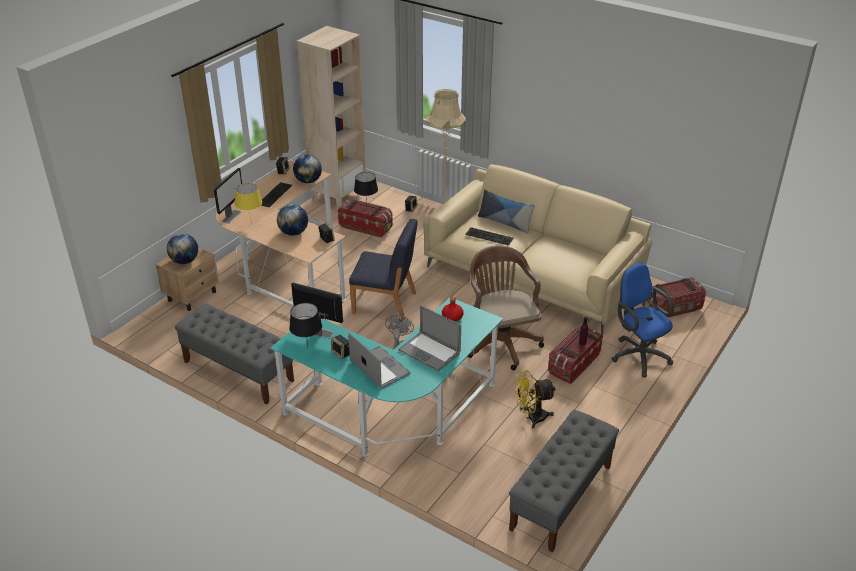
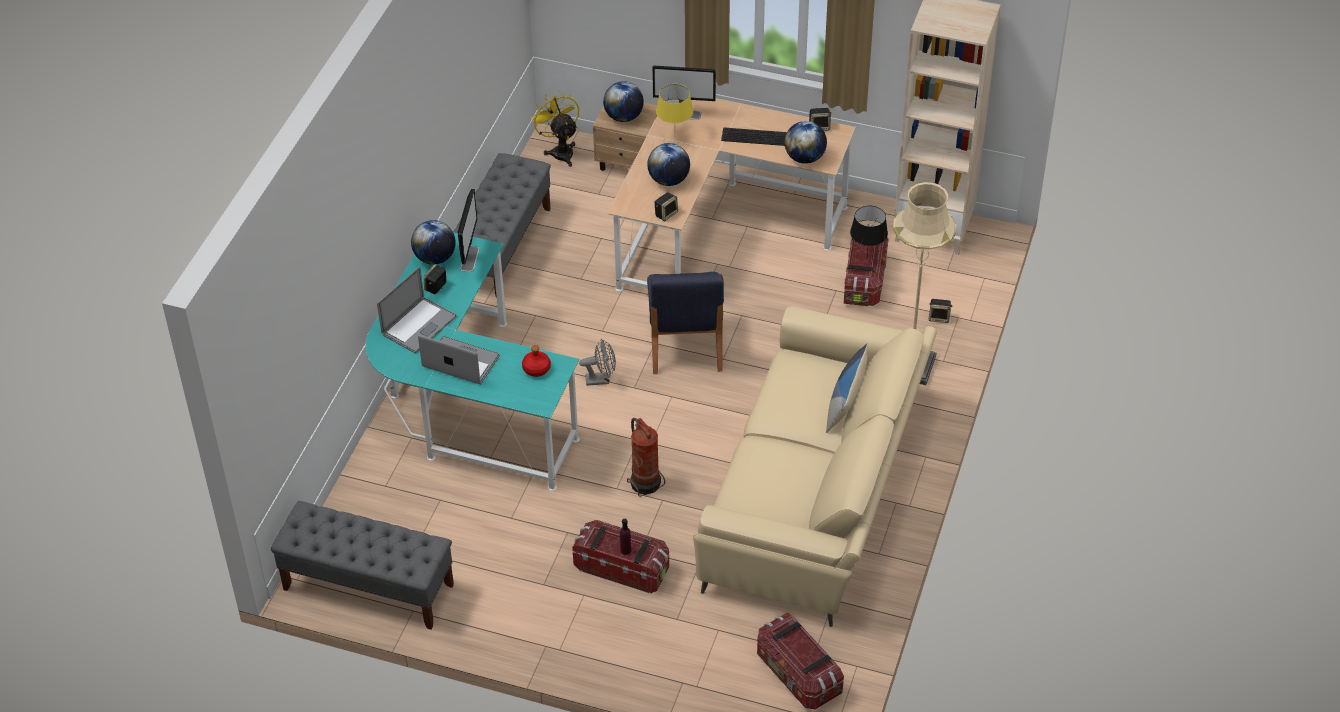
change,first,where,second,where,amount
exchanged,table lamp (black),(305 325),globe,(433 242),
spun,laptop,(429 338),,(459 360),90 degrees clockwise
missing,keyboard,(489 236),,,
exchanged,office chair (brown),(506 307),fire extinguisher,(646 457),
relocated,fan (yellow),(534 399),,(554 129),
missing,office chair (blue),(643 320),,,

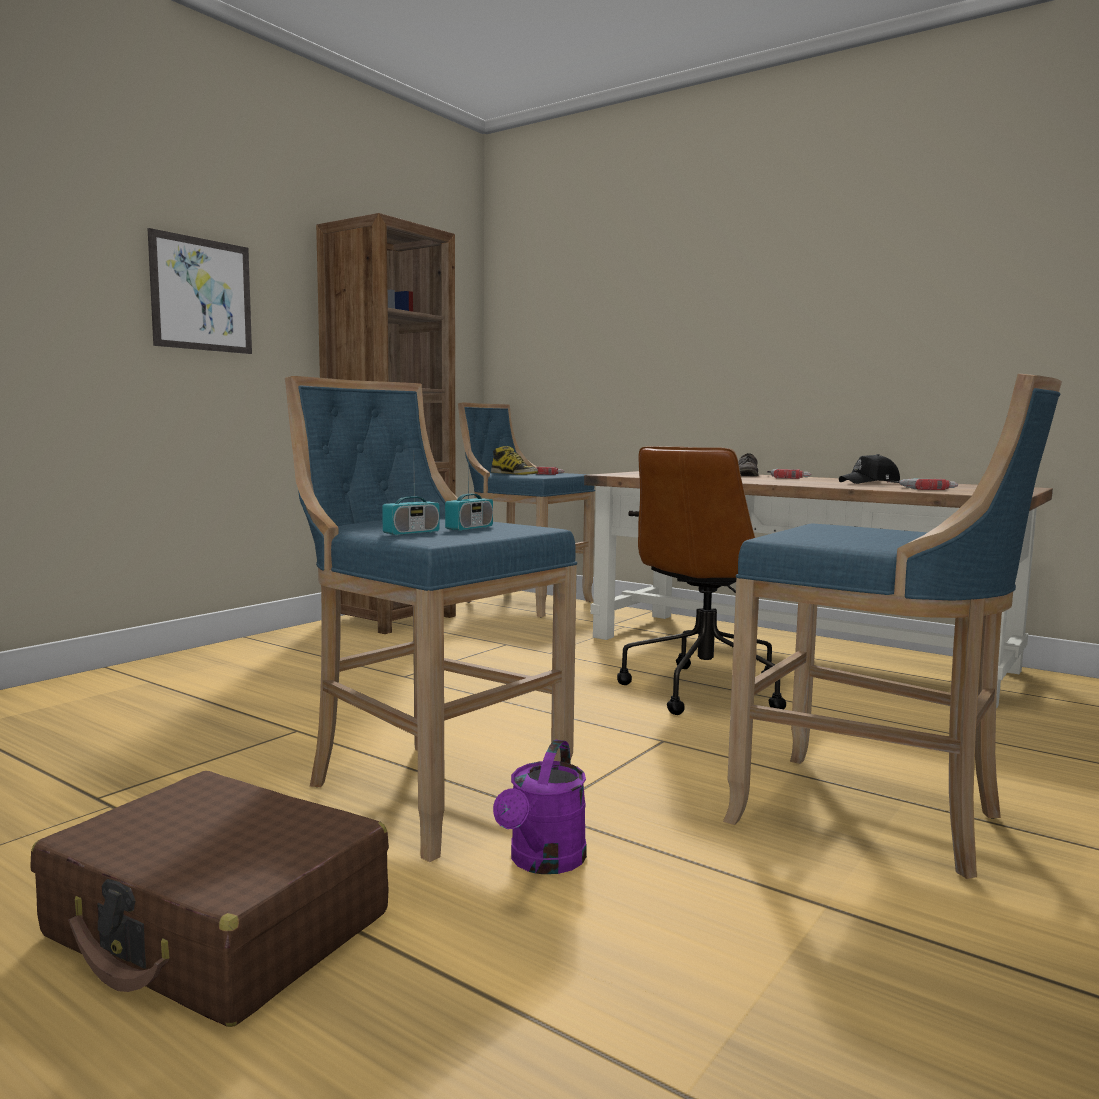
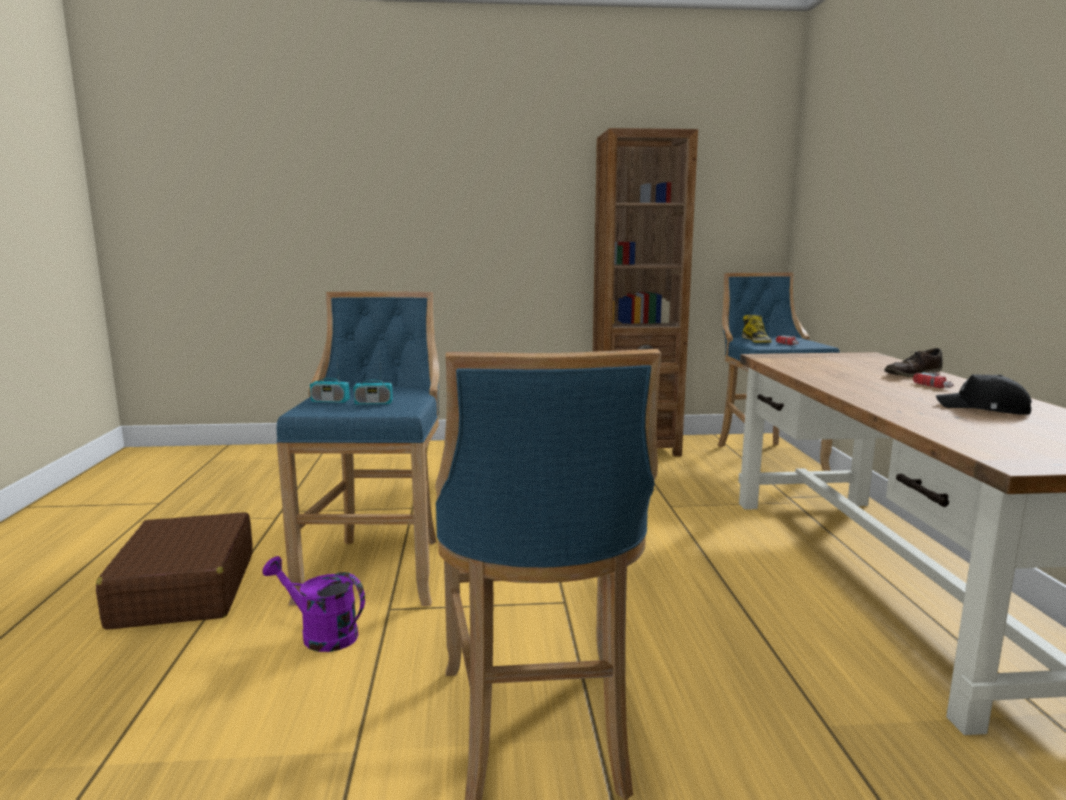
change,first,where,second,where,amount
missing,picture,(199 291),,,
spun,watering can (purple),(540 807),,(314 604),45 degrees clockwise
missing,office chair (brown),(701 580),,,
missing,power drill,(922 484),,,

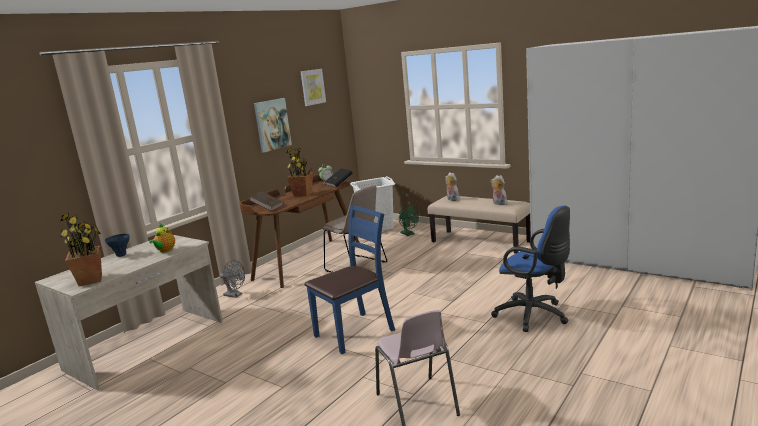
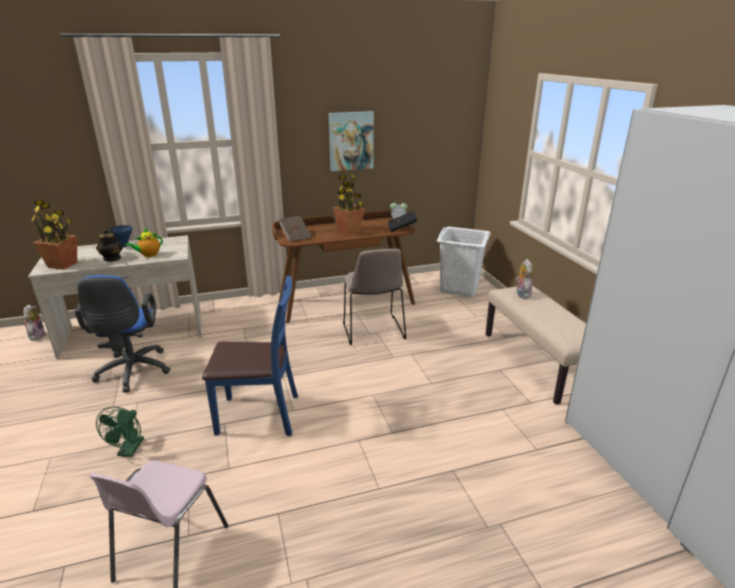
change,first,where,second,where,amount
missing,fan (grey),(232 279),,,
missing,picture,(313 87),,,
relocated,fan (green),(409 220),,(120 432),
relocated,plush toy,(499 190),,(34 322),
relocated,office chair (blue),(530 269),,(122 334),
appeared,,,teapot,(109 244),

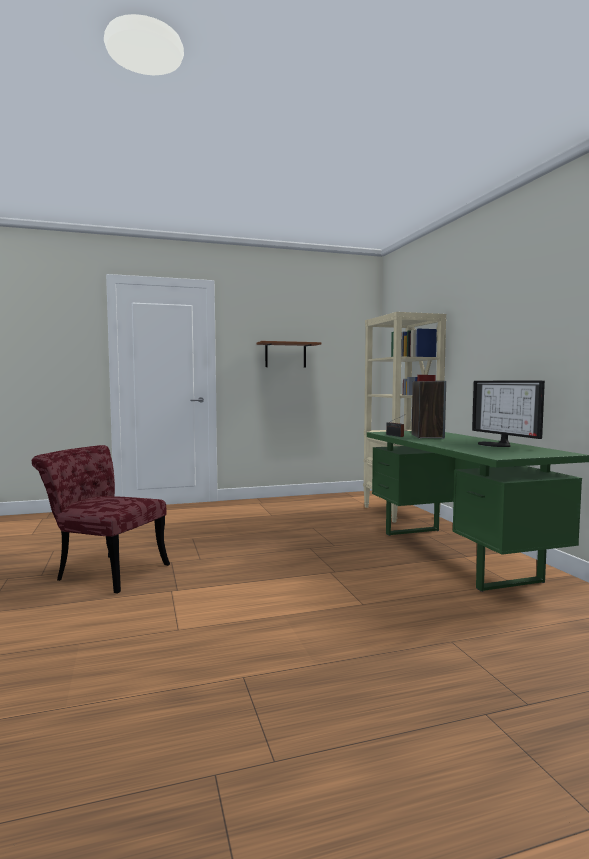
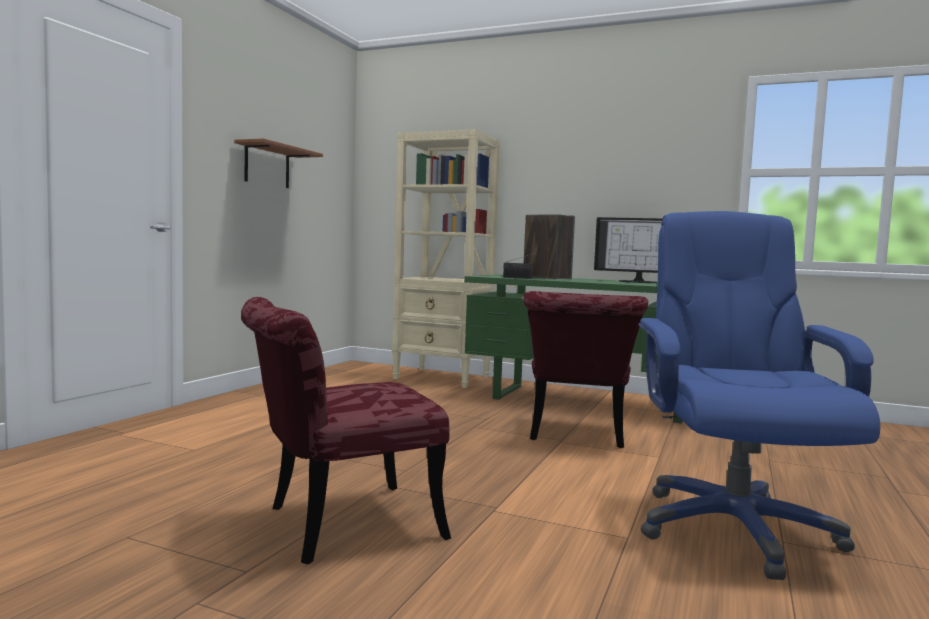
change,first,where,second,where,amount
appeared,,,chair (red),(585 369),
appeared,,,office chair (blue),(759 395),

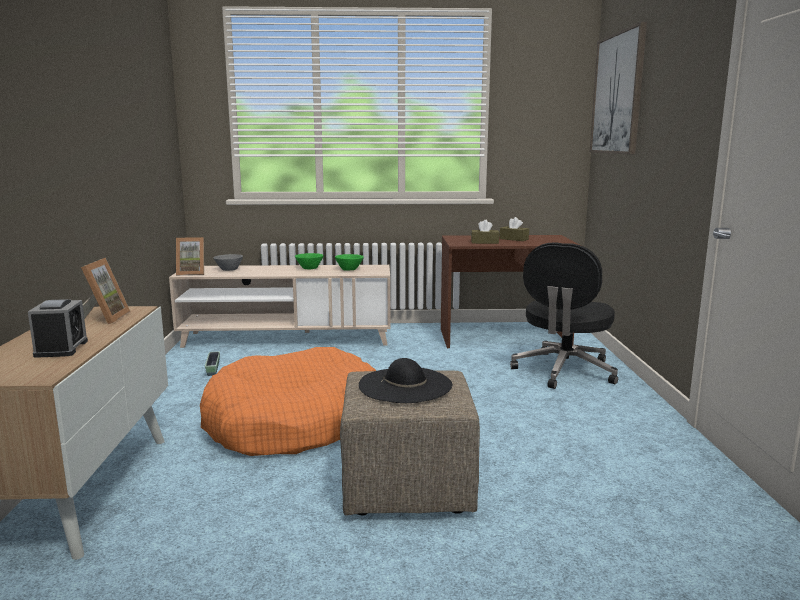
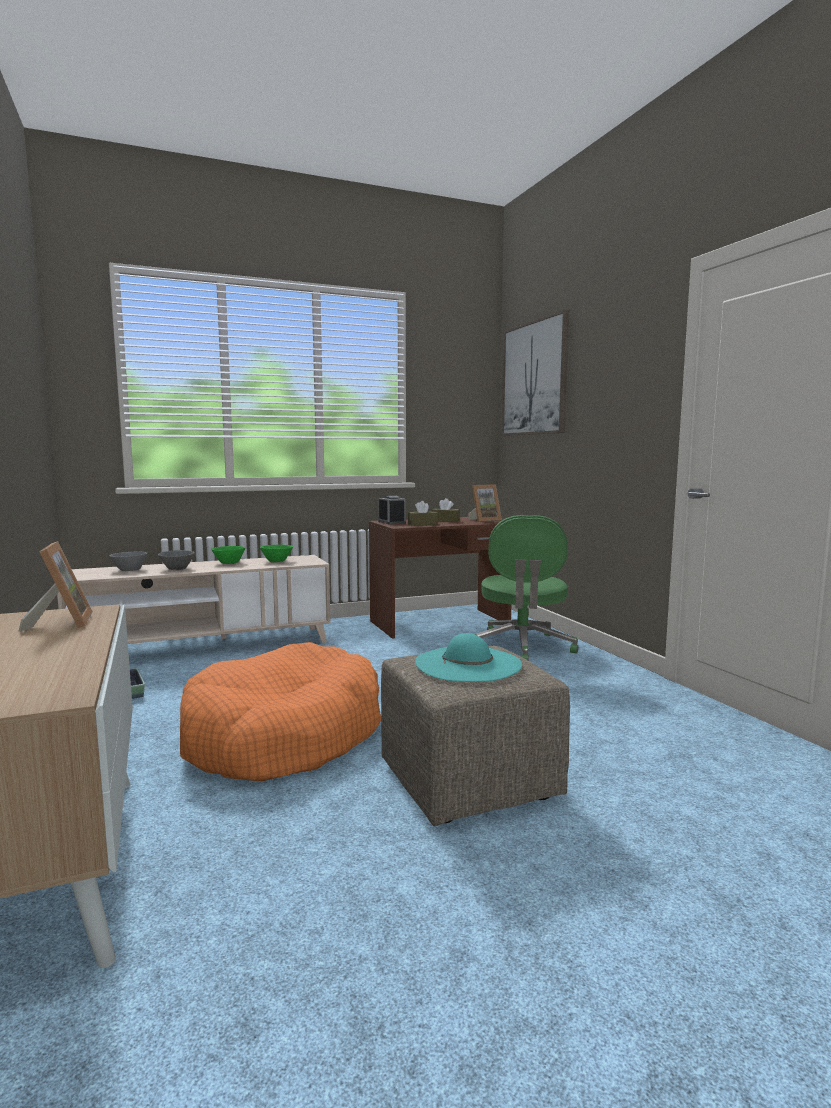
change,first,where,second,where,amount
relocated,alarm clock,(58 328),,(392 510),
relocated,picture frame,(190 256),,(485 503),
colour,hat (black),(405 380),hat (turquoise),(468 657),
colour,office chair (black),(564 315),office chair (green),(526 588),
appeared,,,bowl (grey),(176 560),

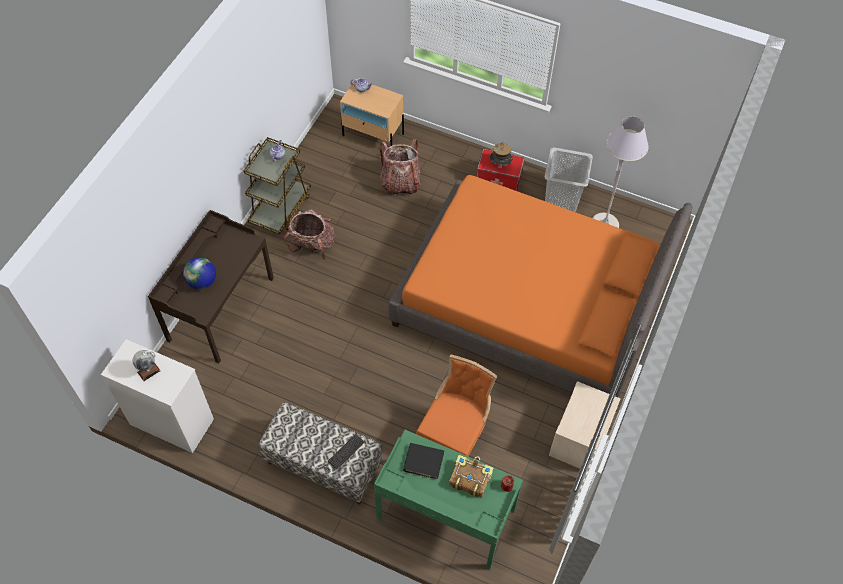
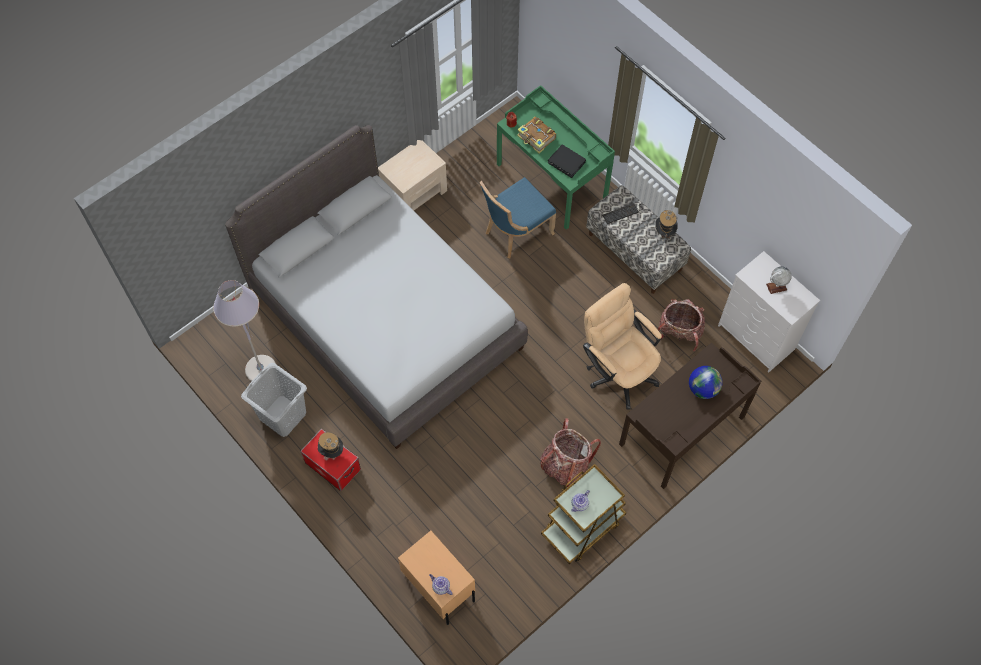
change,first,where,second,where,amount
relocated,backpack,(400 167),,(681 325),
colour,bed (orange),(540 286),bed (grey),(376 287),
colour,chair (orange),(456 405),chair (blue),(517 217),
appeared,,,office chair (beige),(622 346),
appeared,,,hat,(666 224),

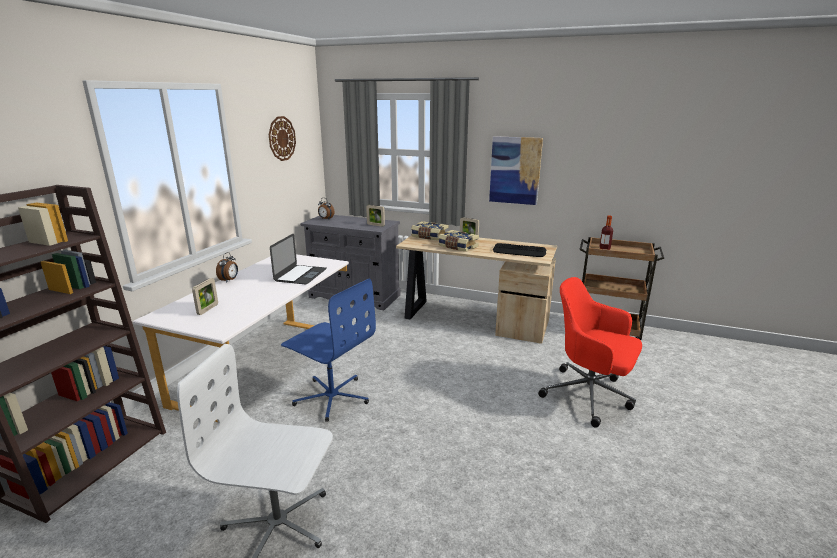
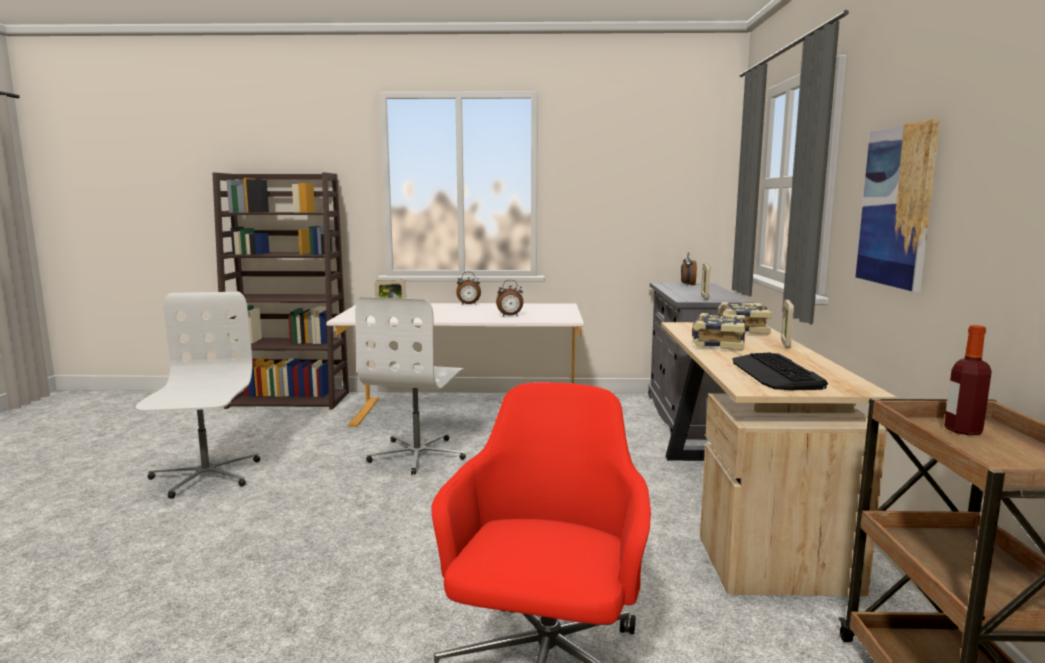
change,first,where,second,where,amount
missing,wall clock,(282 138),,,
exchanged,laptop,(298 259),alarm clock,(509 298),
colour,office chair (blue),(328 350),office chair (white),(410 386),

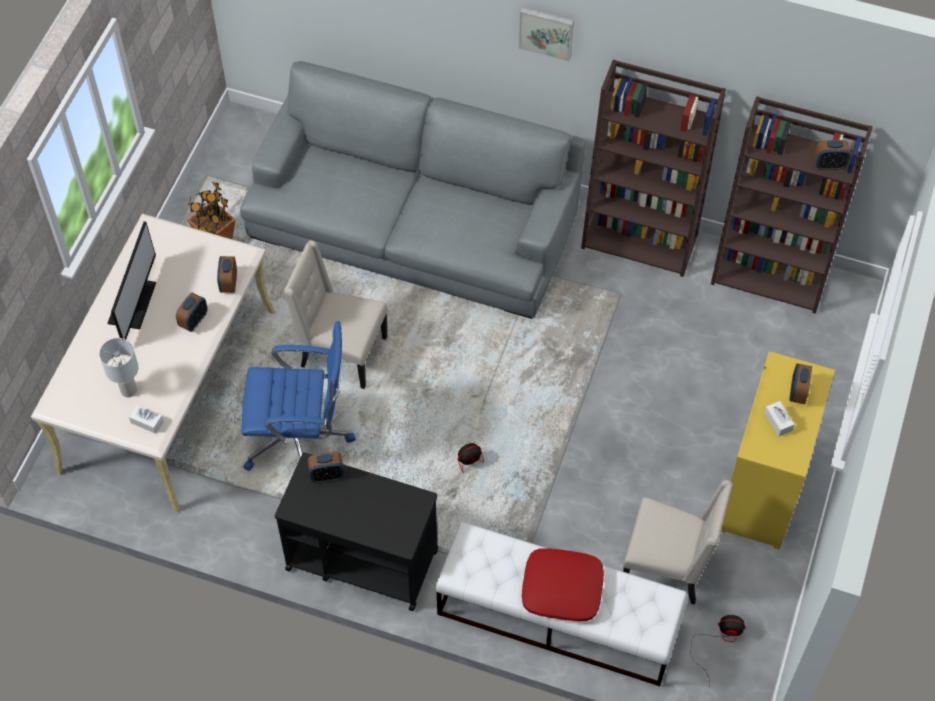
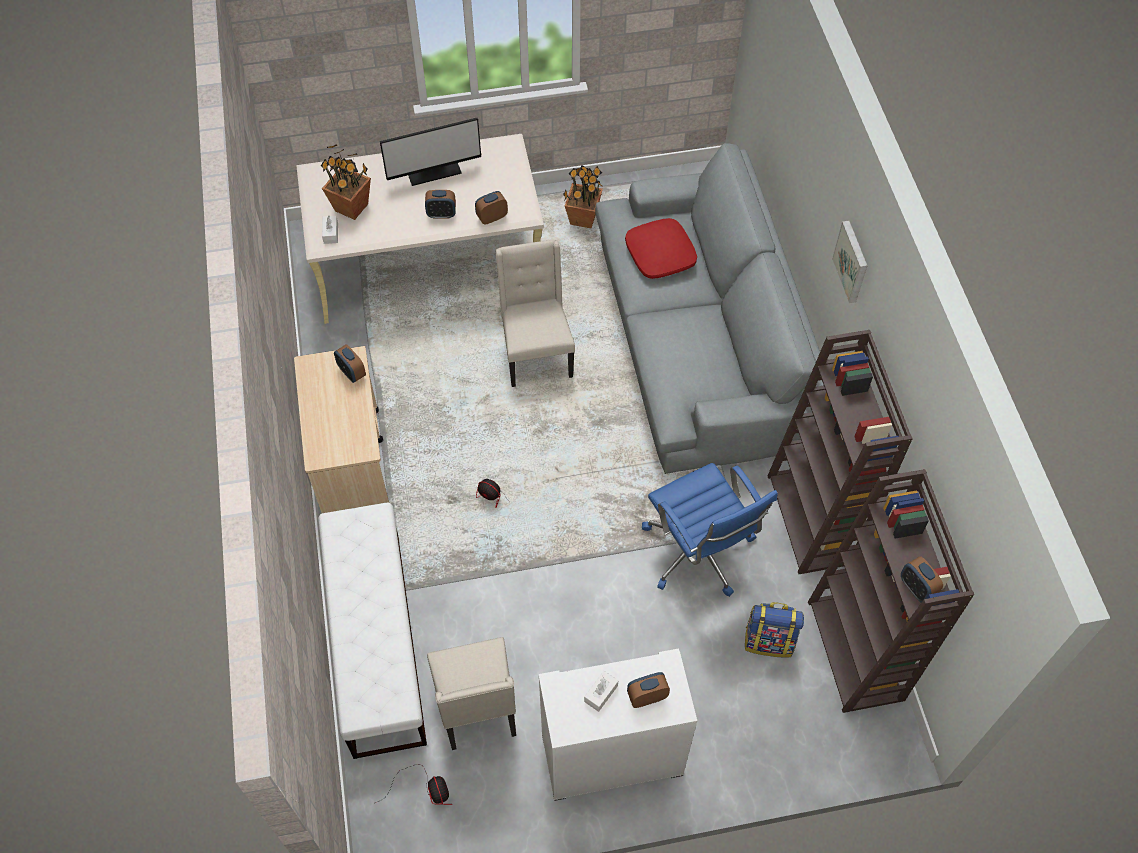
change,first,where,second,where,amount
exchanged,table lamp (white),(119 367),potted plant,(346 182),
relocated,office chair (blue),(298 396),,(710 530),
colour,cart (black),(356 531),cart (beige),(341 429),
relocated,pillow (red),(563 584),,(661 248),
colour,cabinet (yellow),(778 451),cabinet (white),(618 724),
appeared,,,backpack,(774 630),

